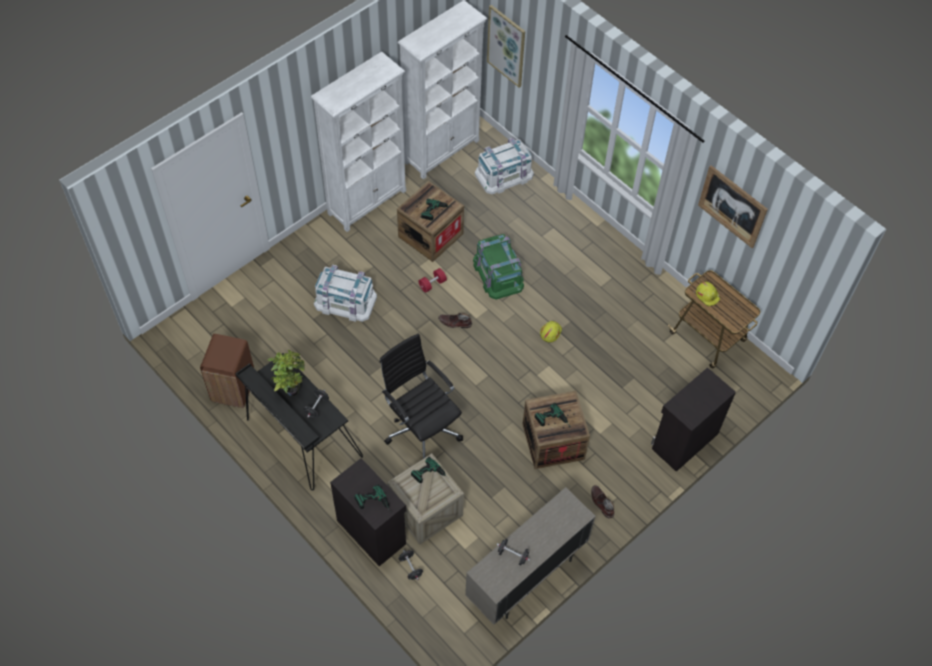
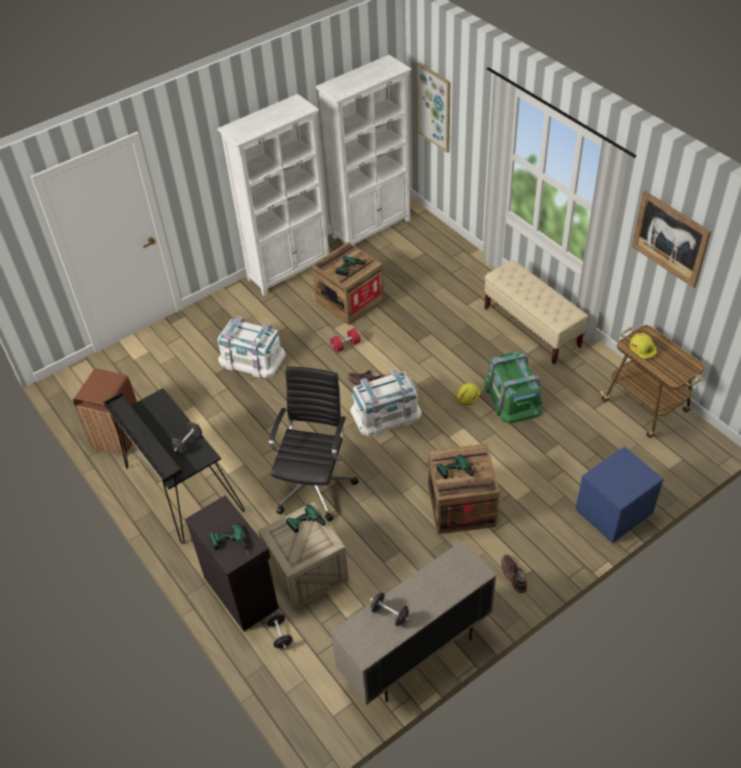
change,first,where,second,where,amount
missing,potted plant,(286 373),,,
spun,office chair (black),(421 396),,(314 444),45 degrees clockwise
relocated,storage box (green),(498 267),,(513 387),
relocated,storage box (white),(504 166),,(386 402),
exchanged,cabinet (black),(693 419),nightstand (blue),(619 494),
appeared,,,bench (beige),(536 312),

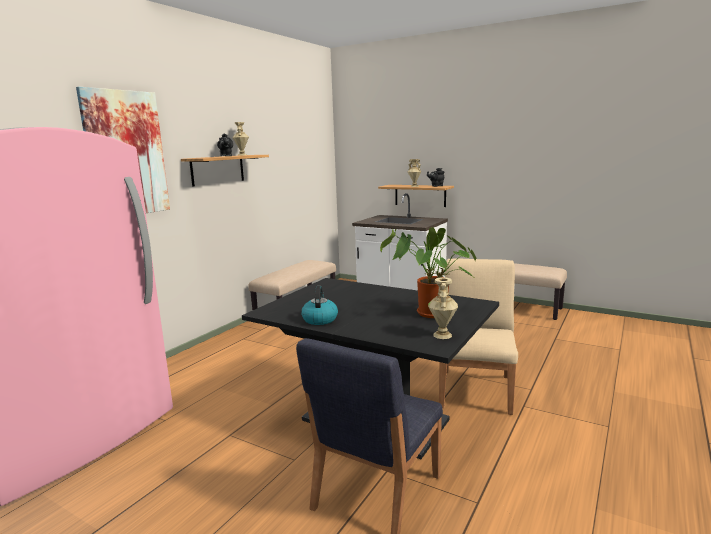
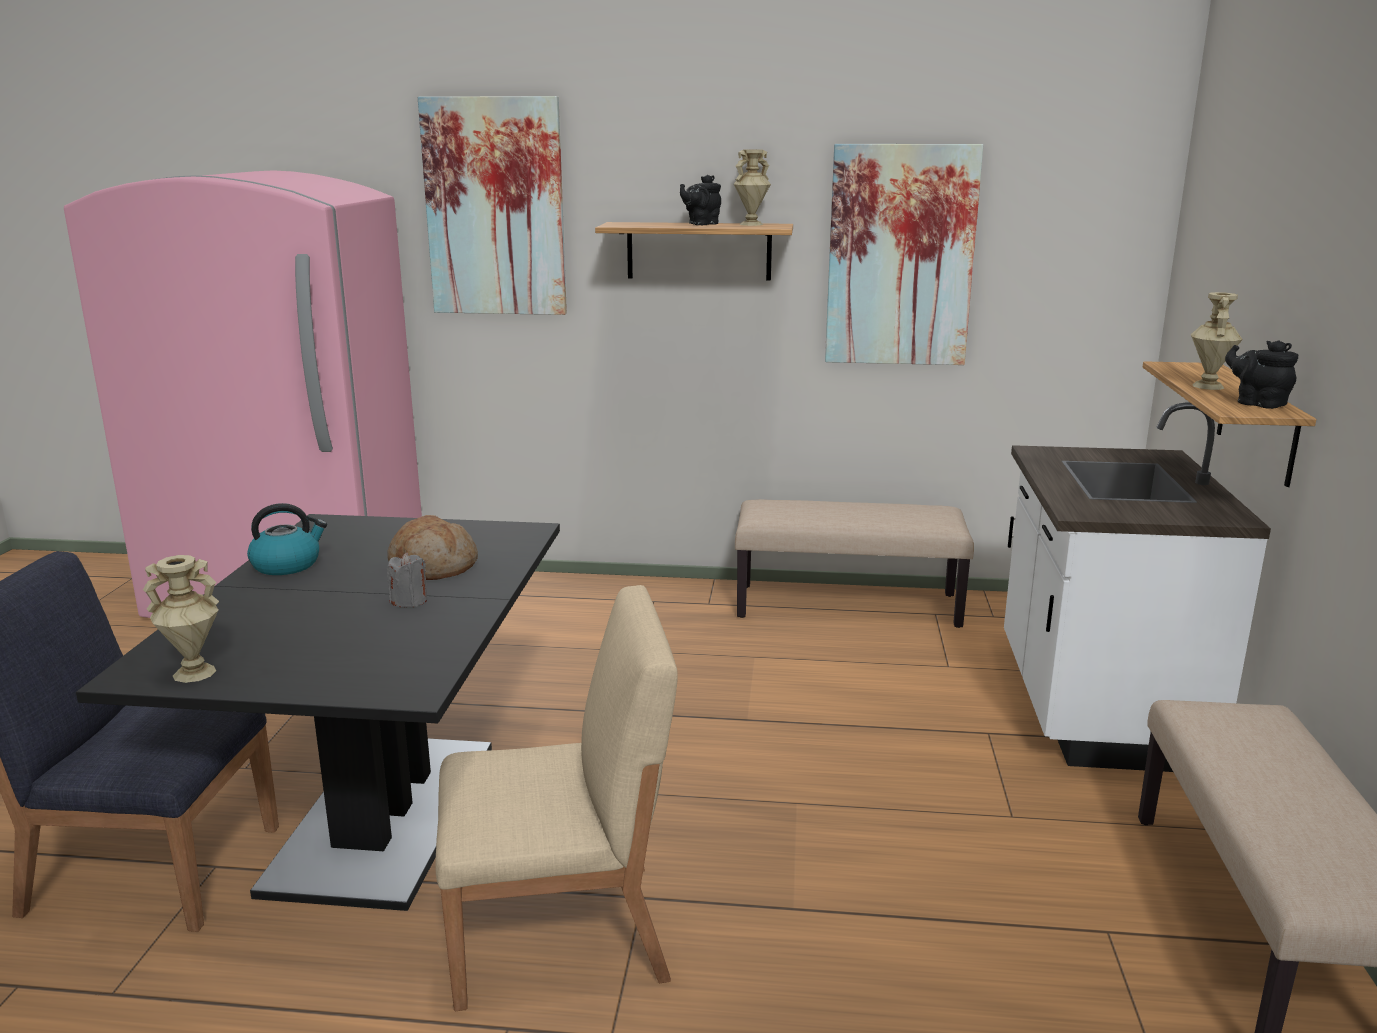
change,first,where,second,where,amount
missing,potted plant,(428 272),,,
appeared,,,bread,(432 547),
appeared,,,candle (grey),(407 580),
appeared,,,picture,(904 254),

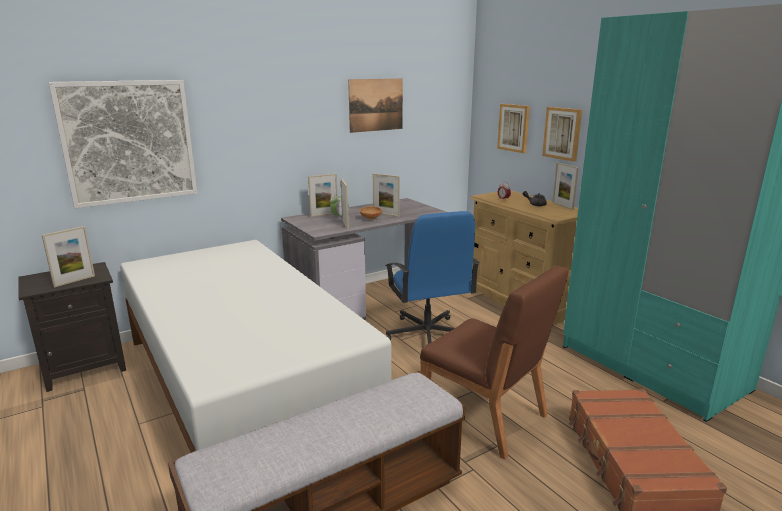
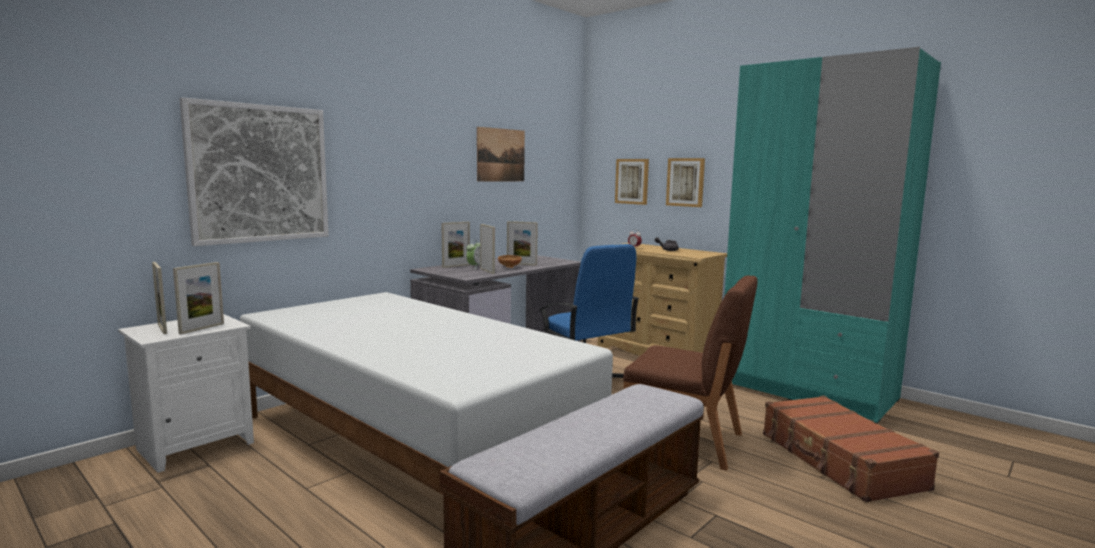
change,first,where,second,where,amount
colour,nightstand (black),(72 327),nightstand (white),(186 393),
relocated,picture frame,(565 186),,(159 298),

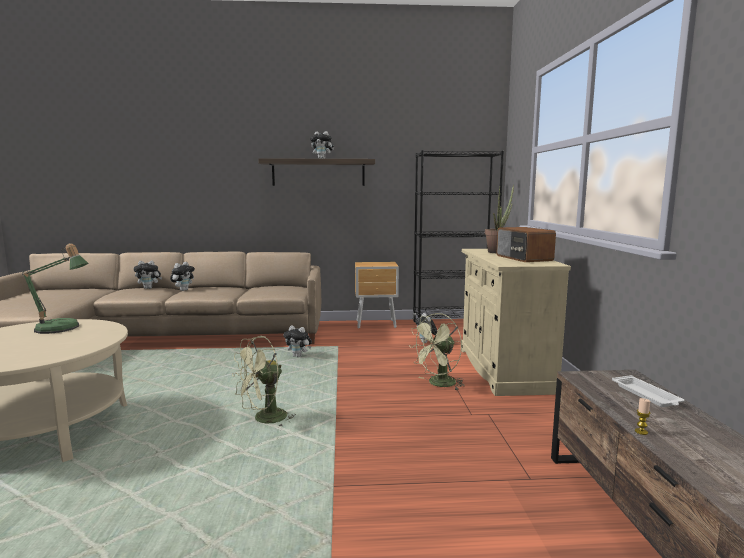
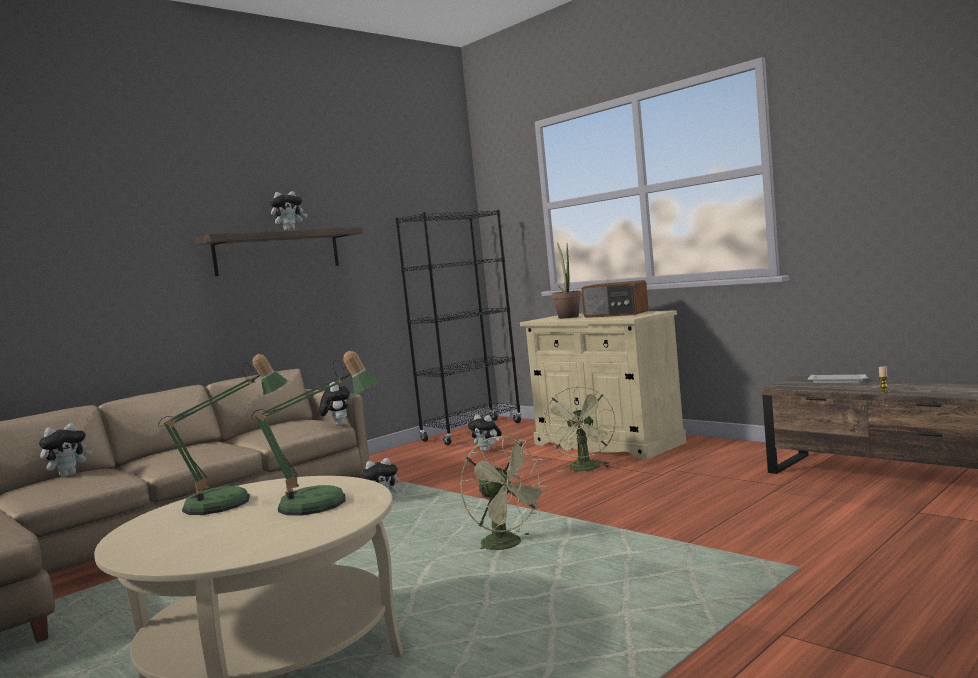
change,first,where,second,where,amount
relocated,plush toy,(182 276),,(334 404),
spun,fan (green),(264 381),,(504 493),45 degrees counterclockwise
missing,nightstand (brown),(377 295),,,
appeared,,,table lamp,(315 433),

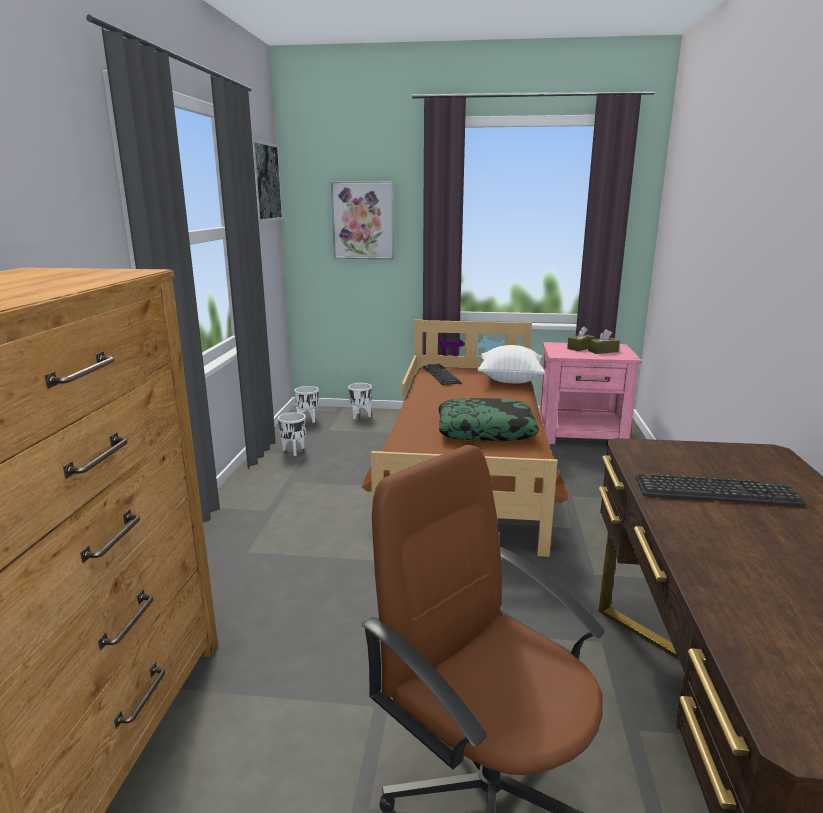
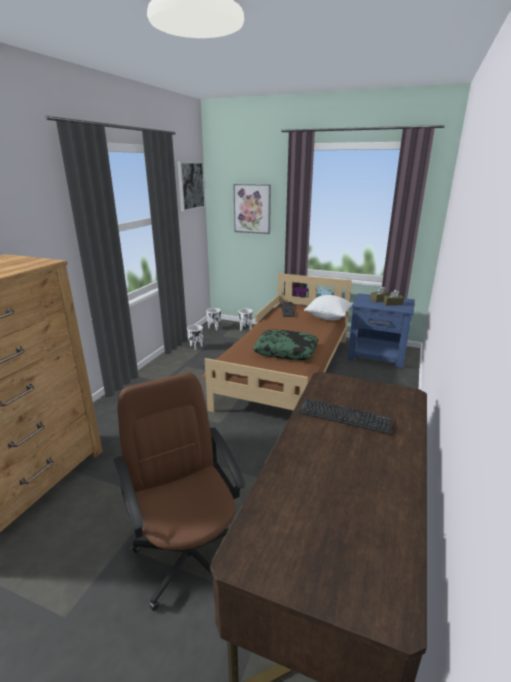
change,first,where,second,where,amount
colour,nightstand (pink),(591 393),nightstand (blue),(381 331),

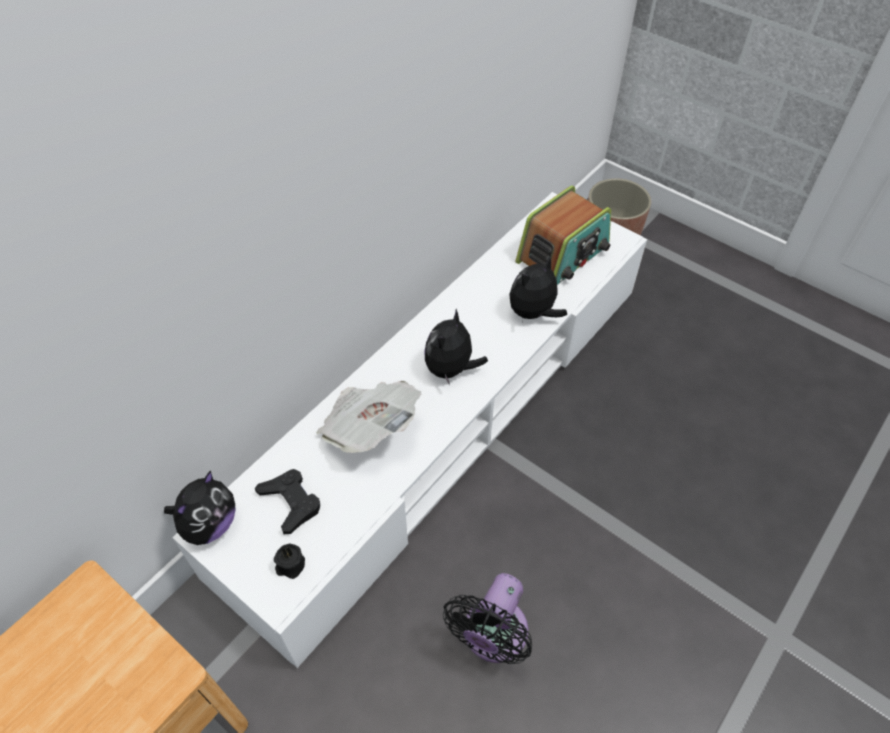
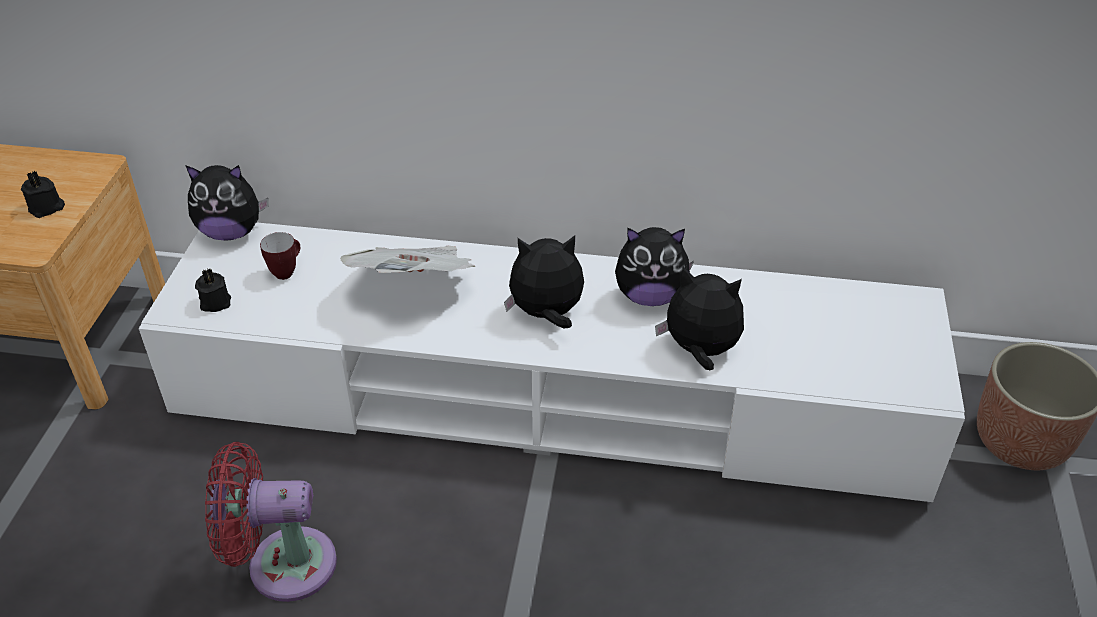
change,first,where,second,where,amount
exchanged,game controller (black),(287 501),mug,(280 256),
colour,fan (black),(487 618),fan (red),(271 522),
missing,radio,(563 235),,,
appeared,,,candle (black),(43 194),
appeared,,,plush toy,(654 266),

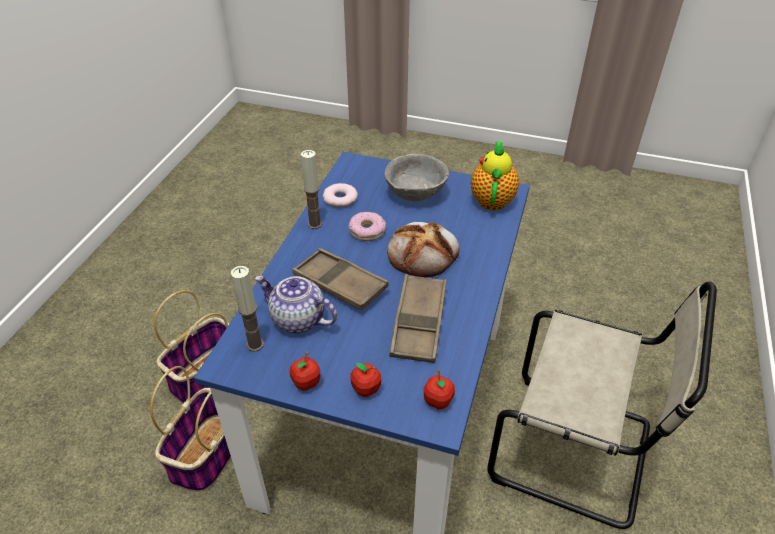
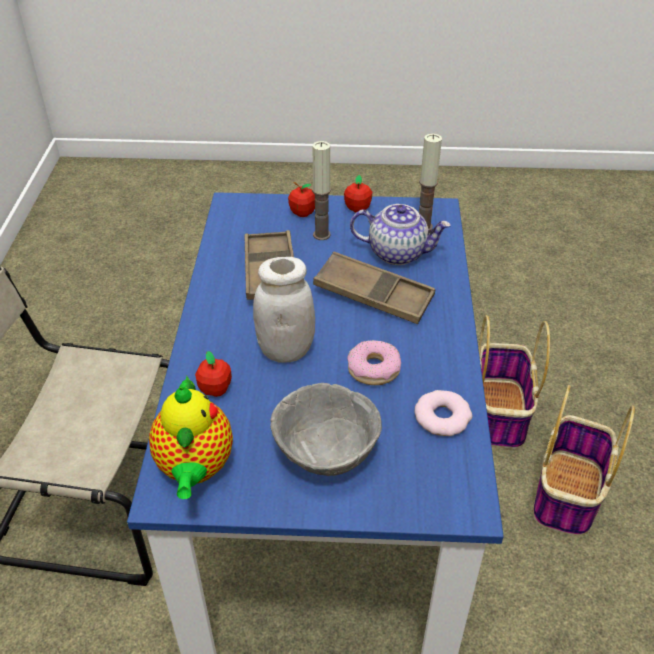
change,first,where,second,where,amount
relocated,candle,(311 189),,(321 190),
exchanged,bread,(423 250),jar (white),(284 310),
relocated,apple,(439 389),,(213 374),

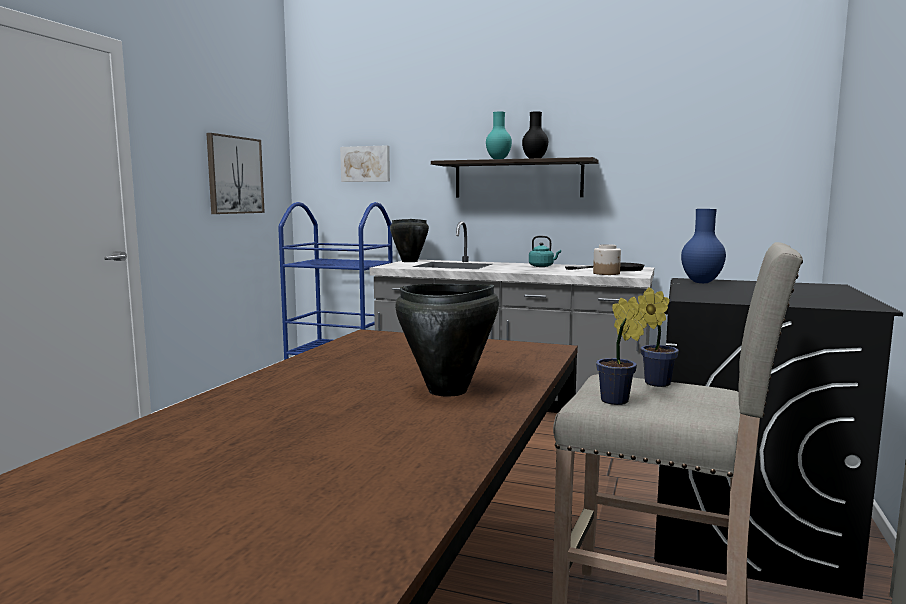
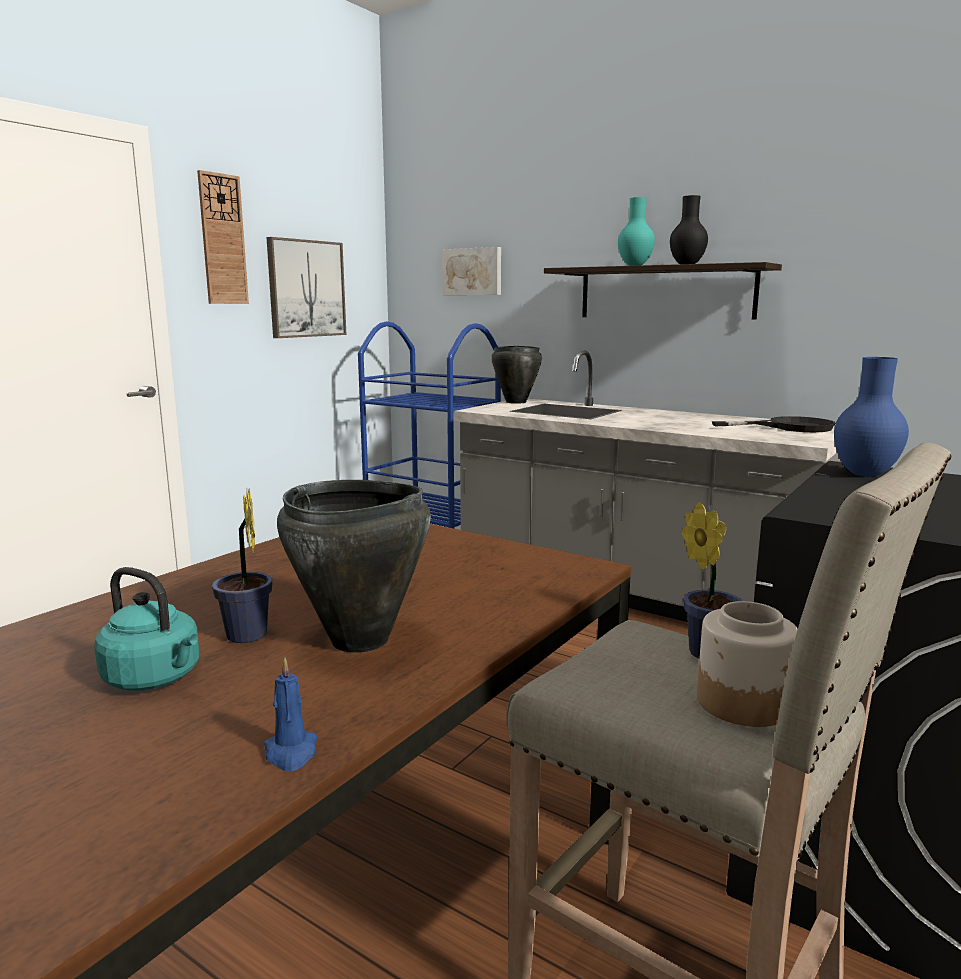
change,first,where,second,where,amount
relocated,kettle (turquoise),(545 251),,(146 629),
relocated,jar,(607 259),,(747 664),
relocated,potted plant,(621 351),,(242 565),
appeared,,,wall clock,(223 237),
appeared,,,candle (blue),(290 713),

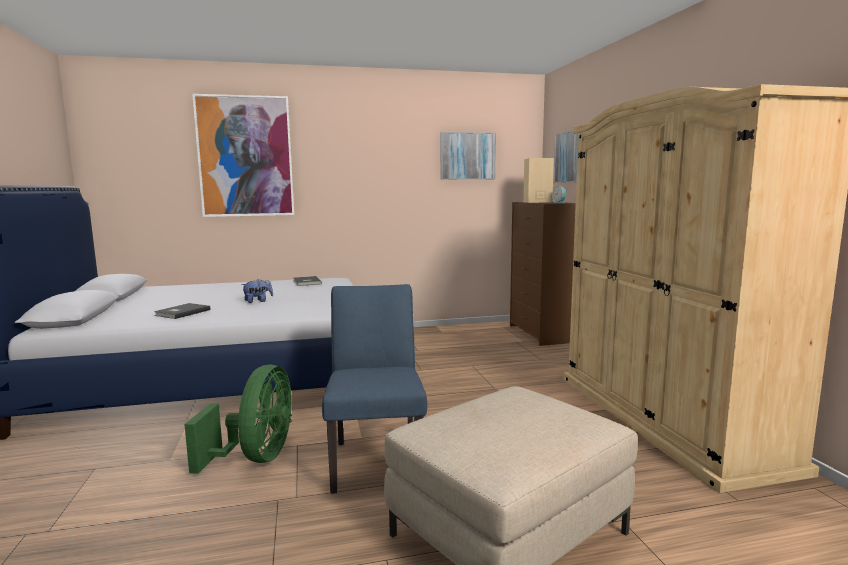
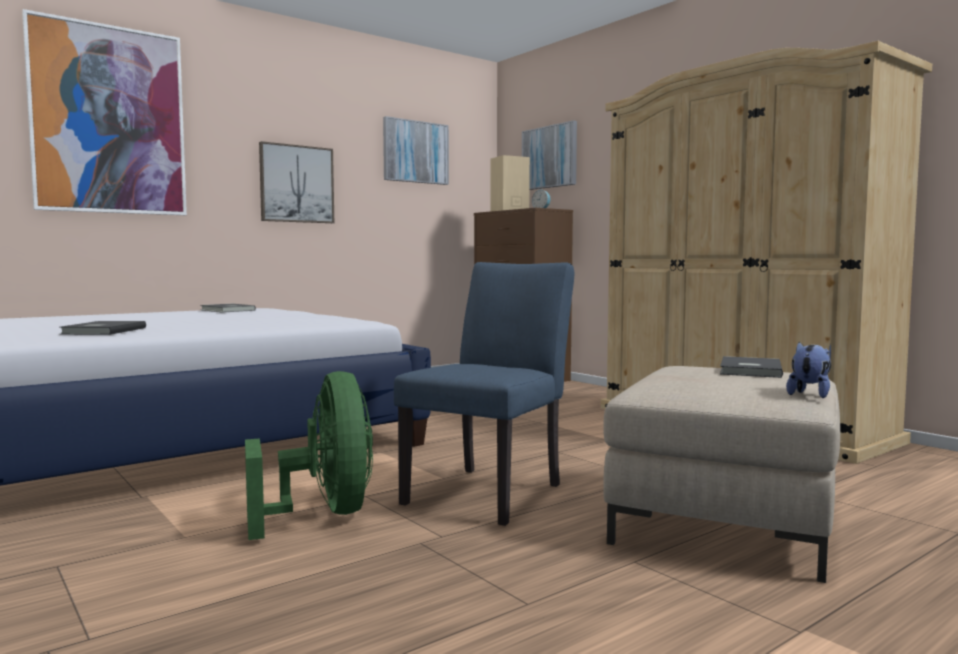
change,first,where,second,where,amount
relocated,plush toy,(257 291),,(808 370),
spun,chair (blue),(374 389),,(484 394),60 degrees clockwise
appeared,,,picture,(296 182),
appeared,,,book (grey),(751 367),

